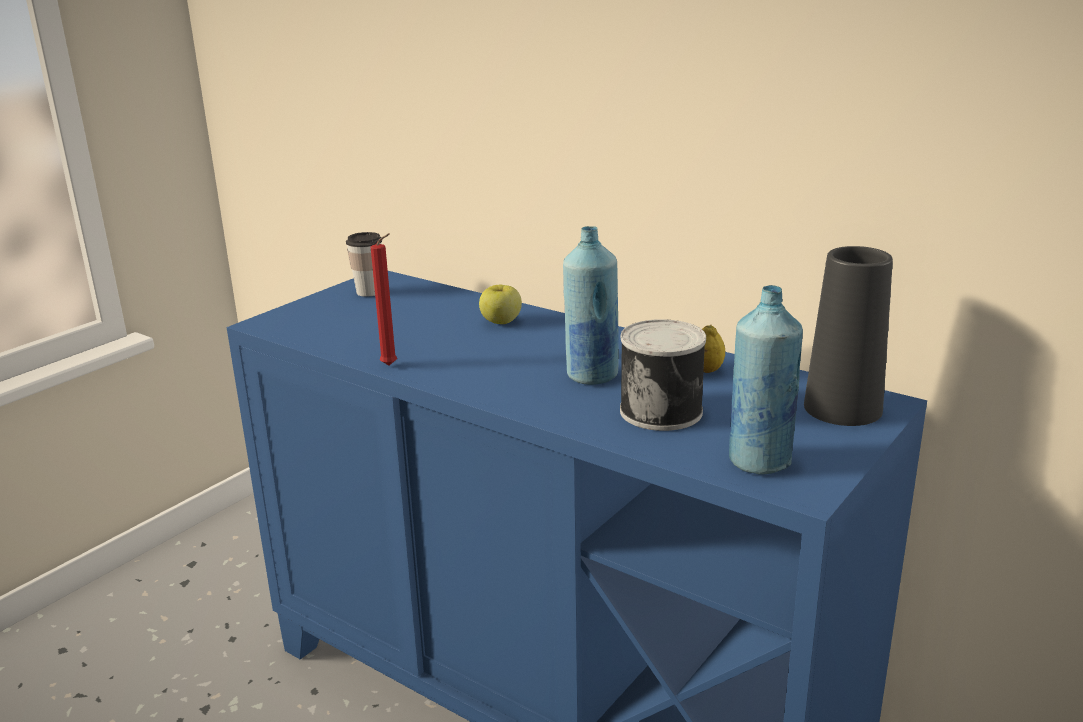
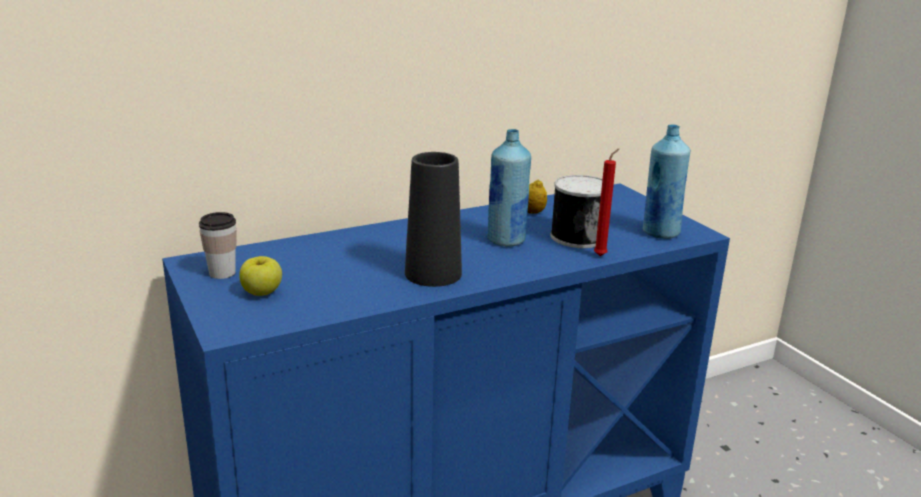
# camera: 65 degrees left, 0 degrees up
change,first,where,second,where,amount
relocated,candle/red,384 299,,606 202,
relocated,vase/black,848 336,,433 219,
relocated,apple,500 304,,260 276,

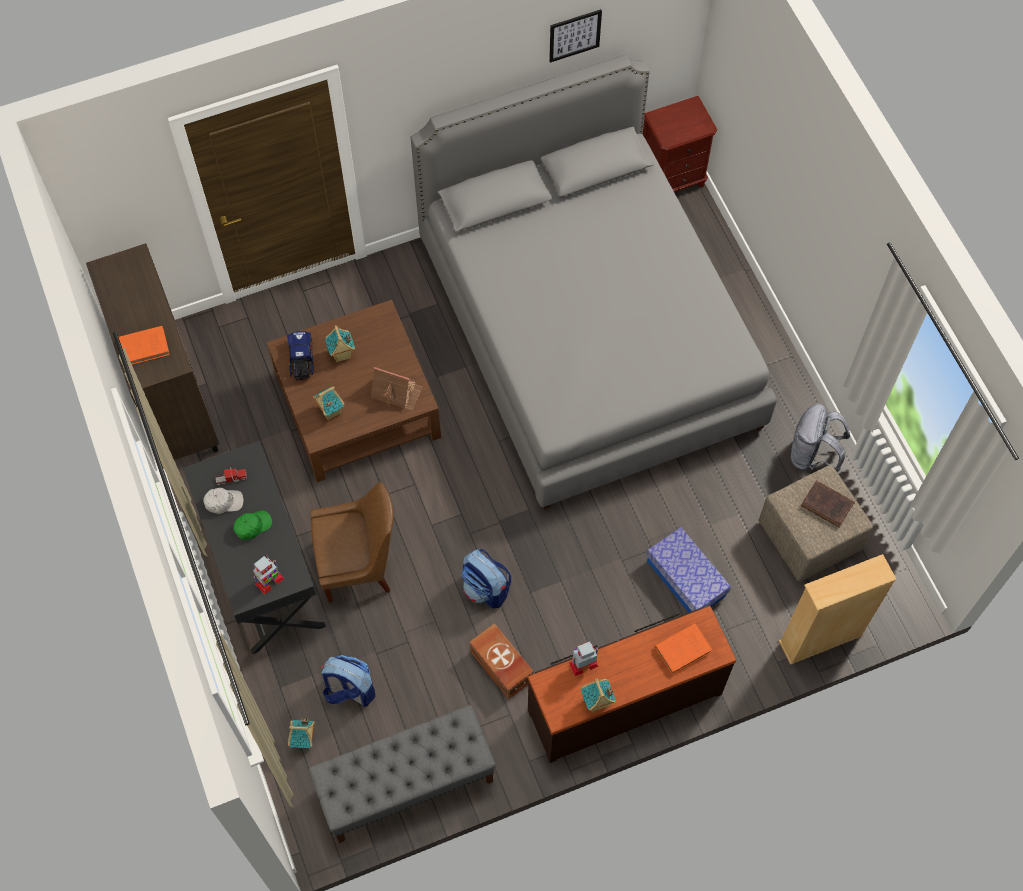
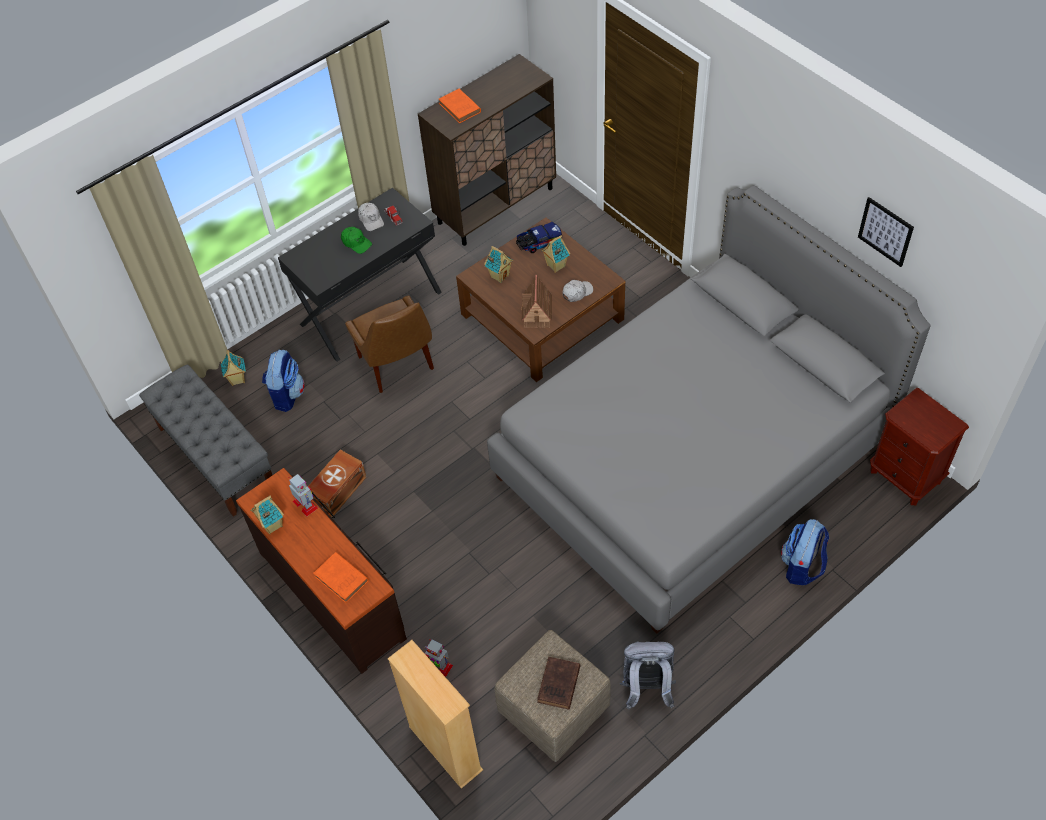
# camera: 75 degrees right, 10 degrees down
change,first,where,second,where,amount
missing,storage box,688 569,,,
relocated,backpack,486 578,,805 552,
relocated,toy robot,269 575,,439 658,
appeared,,,cap/white,577 291,

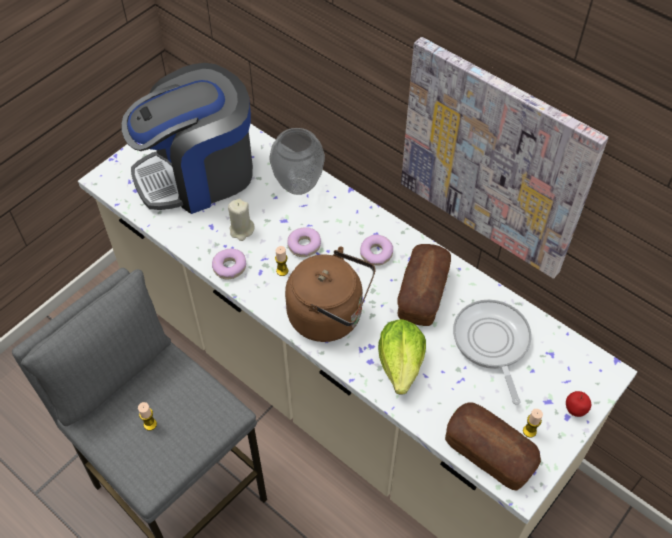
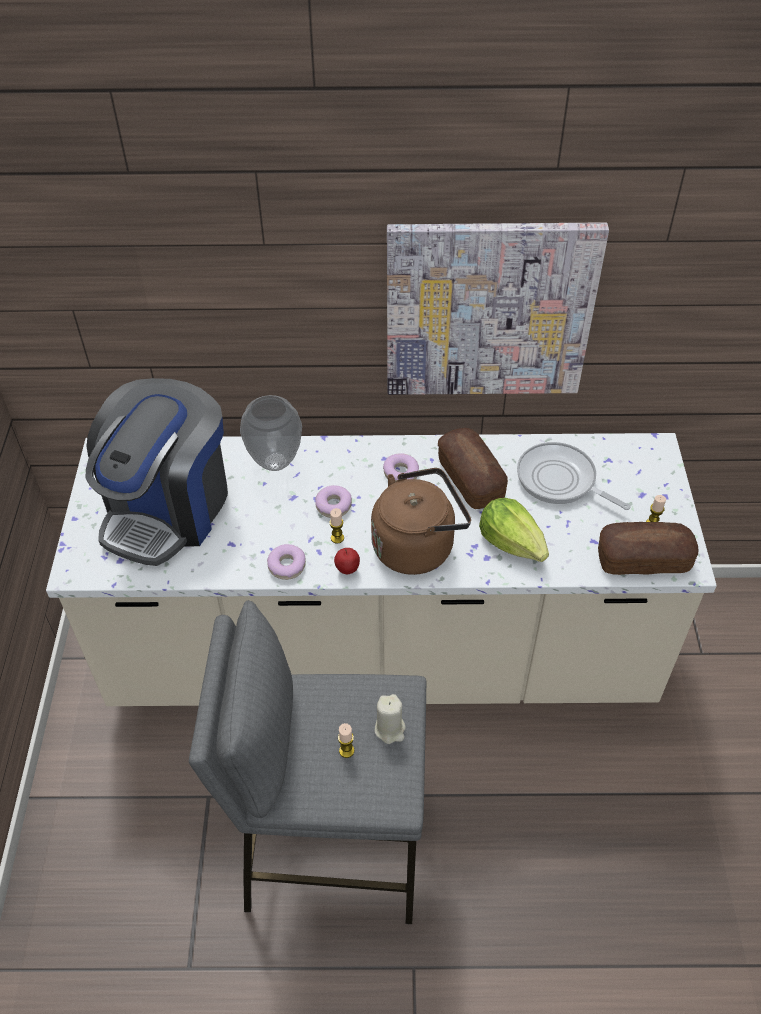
# camera: 40 degrees left, 5 degrees down
change,first,where,second,where,amount
relocated,candle/beige,241 220,,390 719,
relocated,apple,578 404,,347 561,

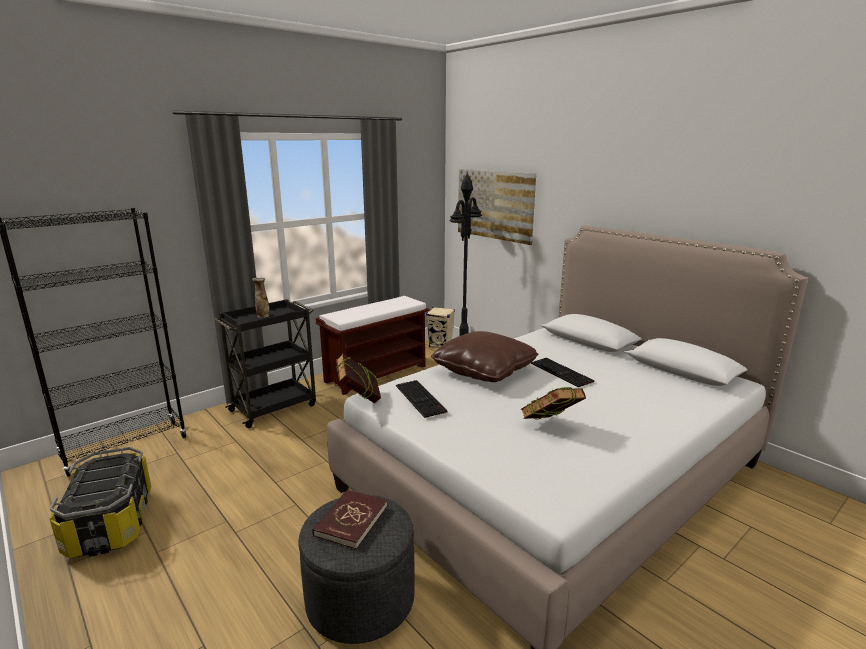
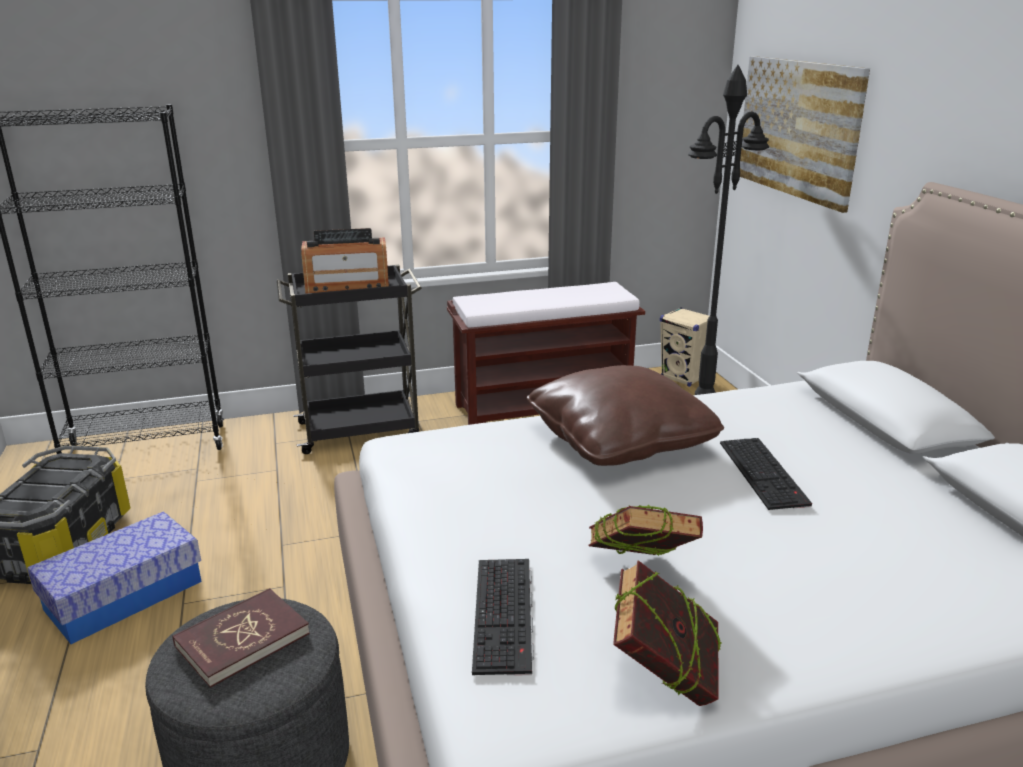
# camera: 25 degrees right, 5 degrees up
change,first,where,second,where,amount
exchanged,vase,261 297,radio,345 261,
relocated,book,358 378,,667 633,
relocated,keyboard,422 399,,503 617,
appeared,,,storage box,114 577,

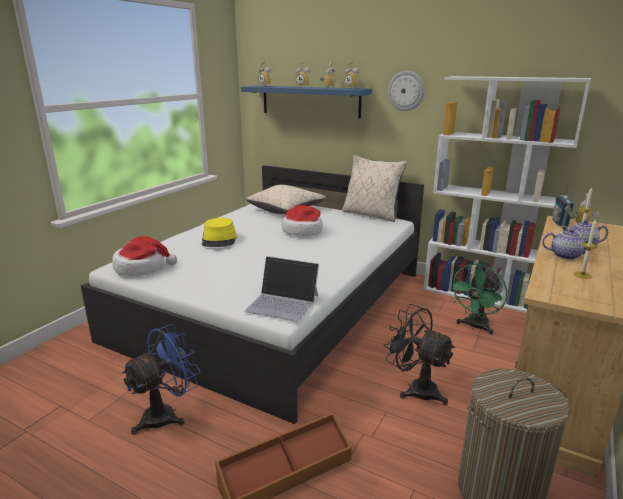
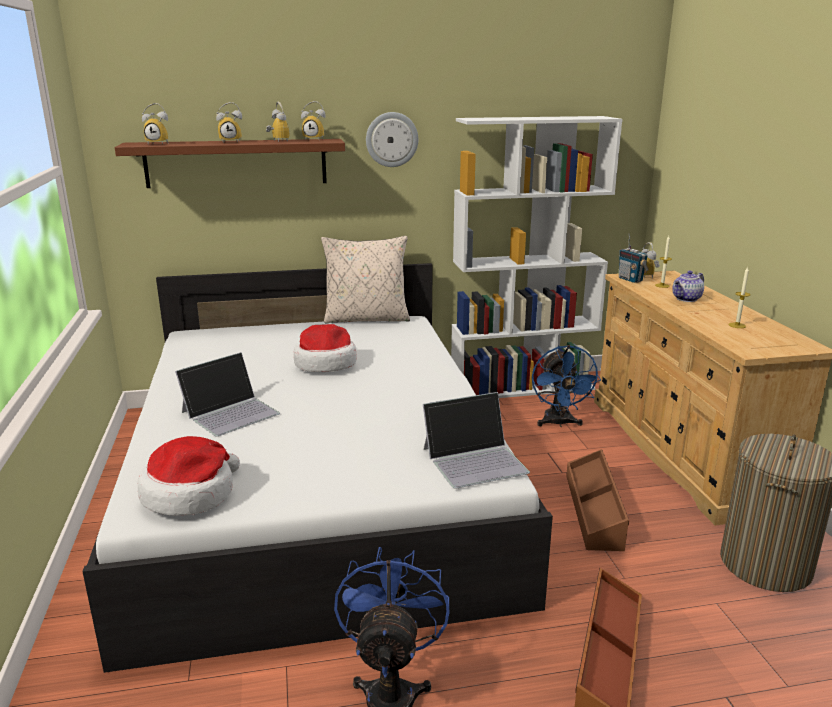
# camera: 40 degrees left, 0 degrees up
change,first,where,second,where,amount
colour,shelf/blue,306 102,shelf/brown,230 163,
missing,pillow/beige,286 199,,,
exchanged,hat/yellow,219 232,laptop,227 394,
missing,teapot,569 244,,,
colour,fan/green,478 299,fan/blue,566 386,
exchanged,fan/black,419 354,storage box/brown,597 500,

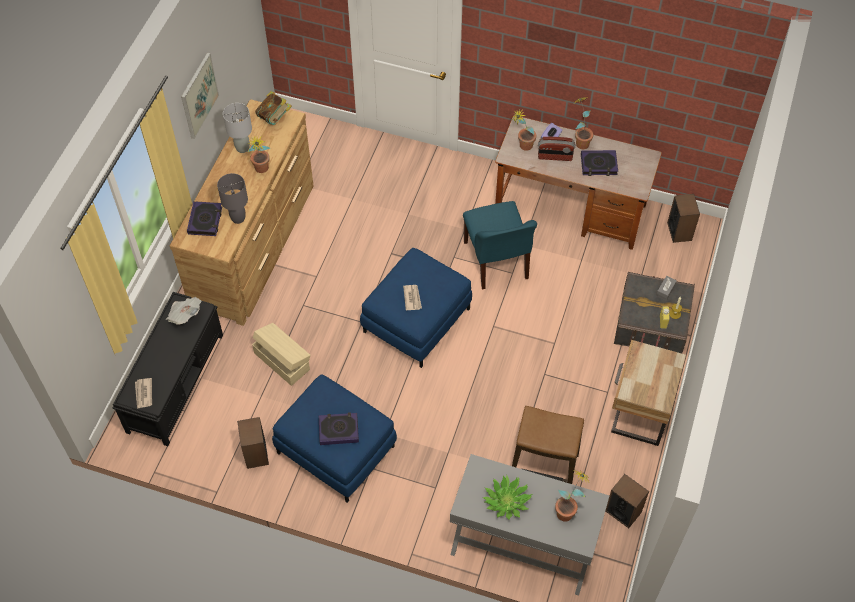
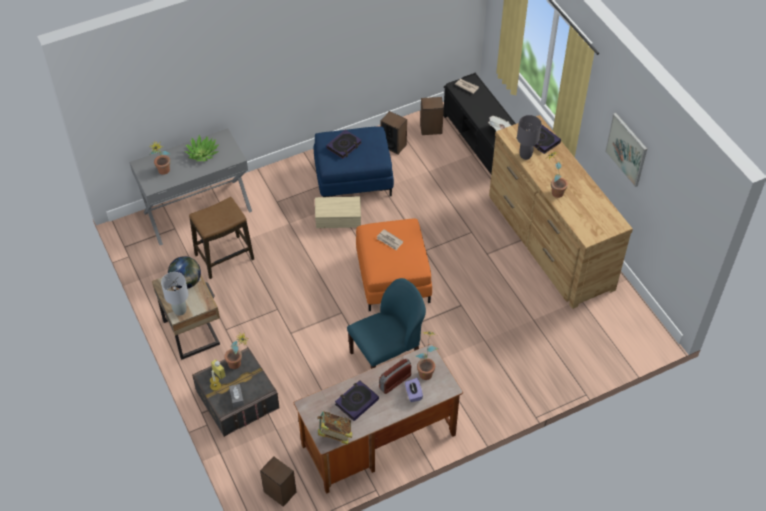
# camera: 135 degrees right, 5 degrees down
change,first,where,second,where,amount
relocated,book,273 108,,334 428,
relocated,potted plant,584 123,,236 350,
relocated,table lamp/grey,237 128,,175 294,
spun,chair/blue,500 245,,386 323,120 degrees clockwise
colour,ottoman/blue,416 308,ottoman/orange,394 264,
relocated,storage box/beige,281 354,,338 212,
relocated,speaker,627 501,,432 116,
appeared,,,globe,184 272,

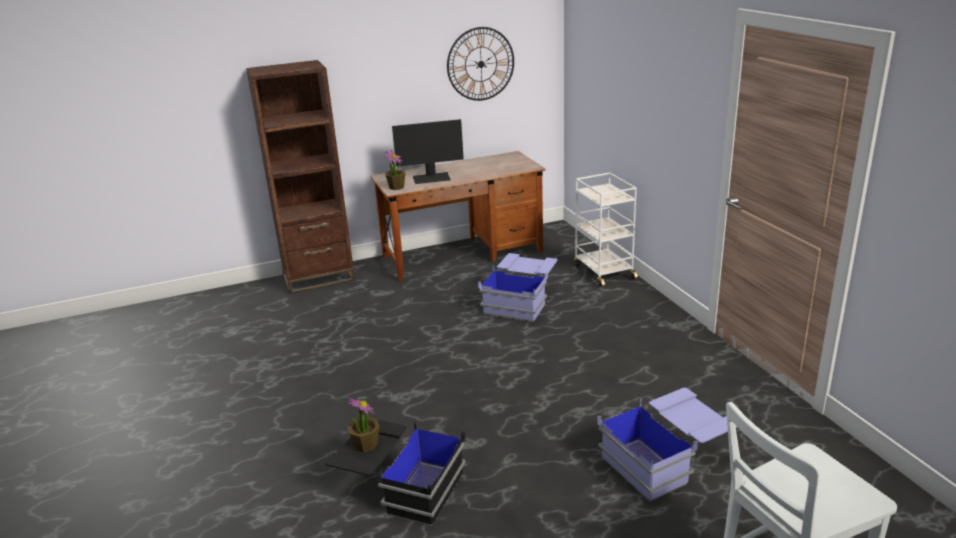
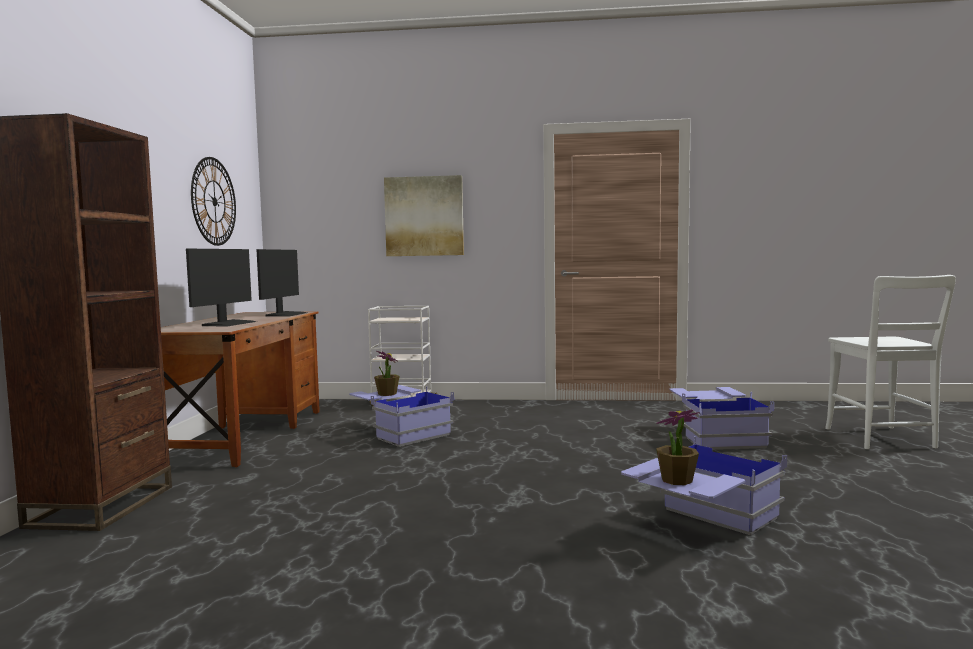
# camera: 65 degrees left, 20 degrees down
change,first,where,second,where,amount
relocated,potted plant,394 170,,387 373,
colour,storage box/black,395 473,storage box/blue,704 485,
appeared,,,picture,424 215,
appeared,,,monitor,281 283,

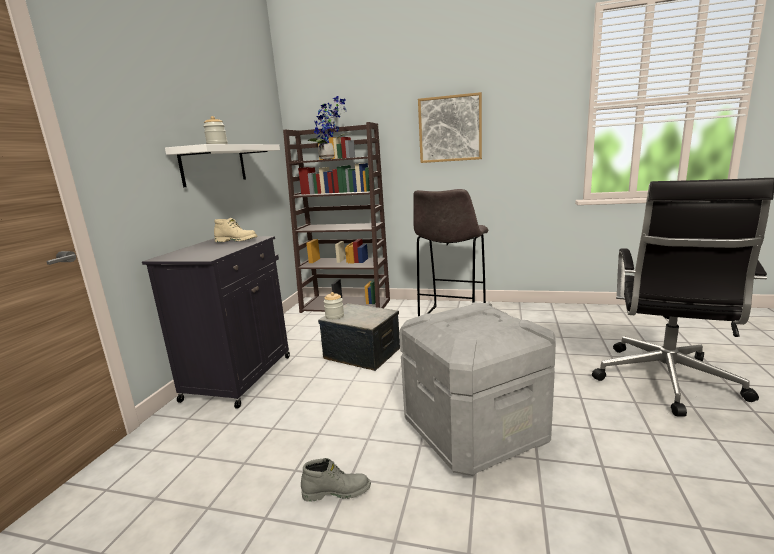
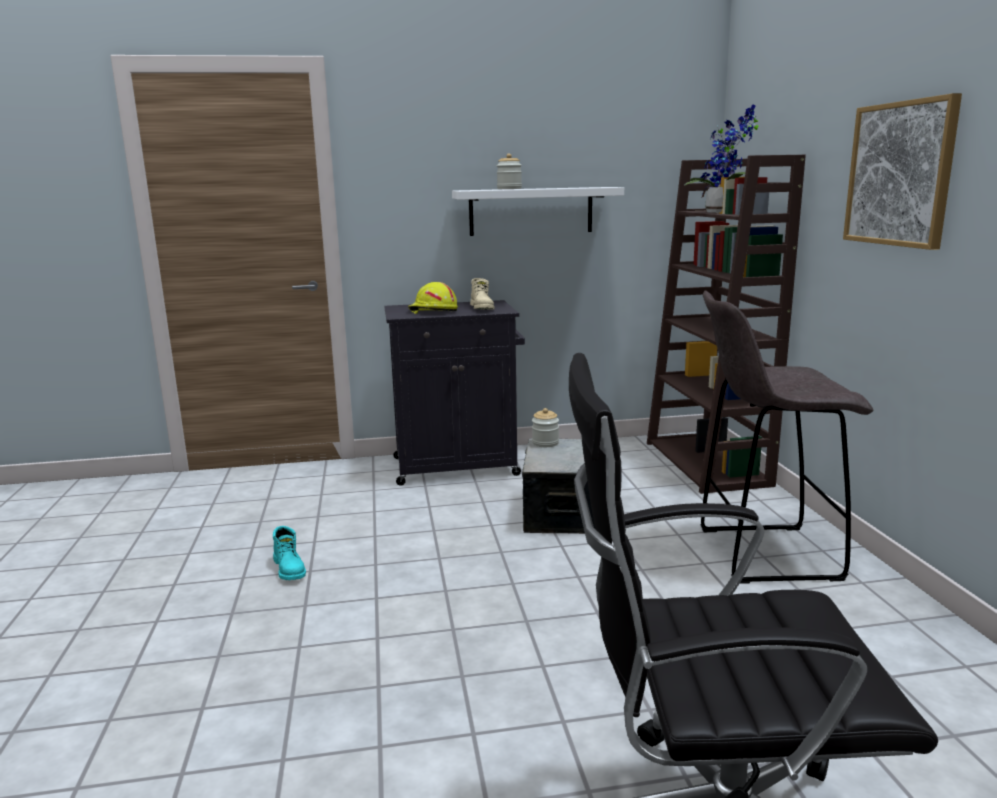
# camera: 65 degrees right, 0 degrees up
change,first,where,second,where,amount
missing,storage box/grey,477 389,,,
colour,boot/grey,336 480,boot/turquoise,289 553,
appeared,,,hard hat/yellow,433 298,

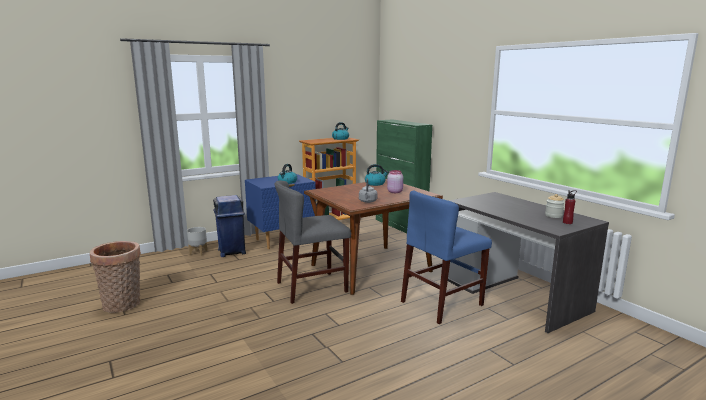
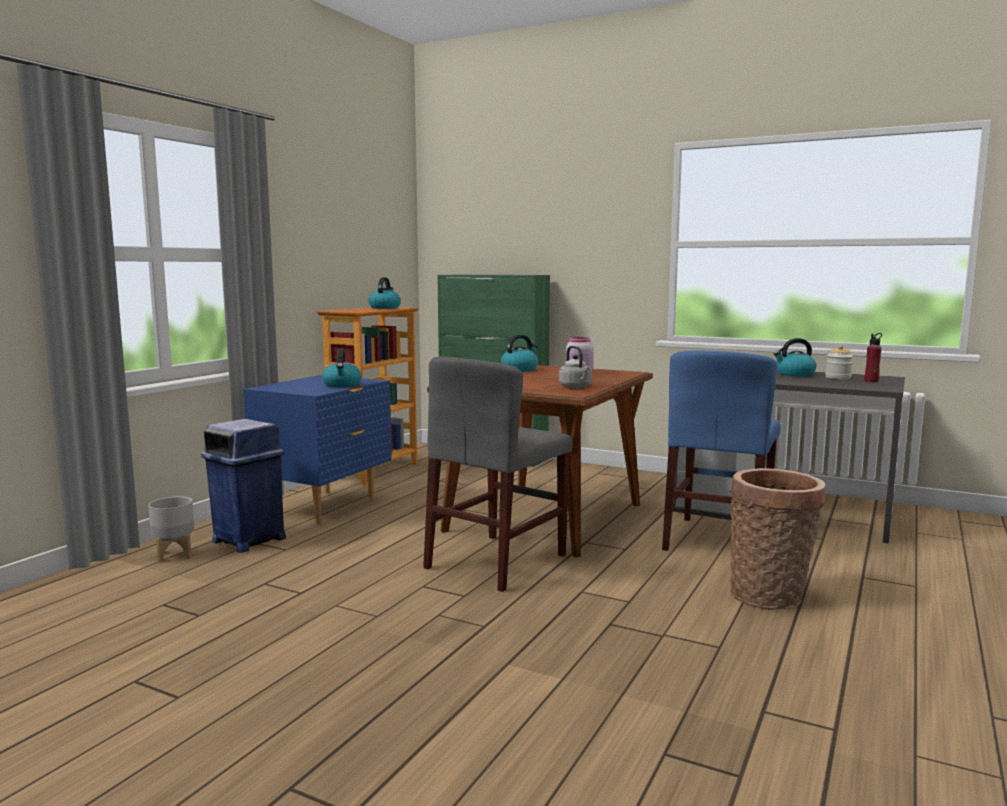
# camera: 30 degrees left, 5 degrees down
change,first,where,second,where,amount
relocated,basket,115 277,,777 539,
appeared,,,kettle,795 357,

